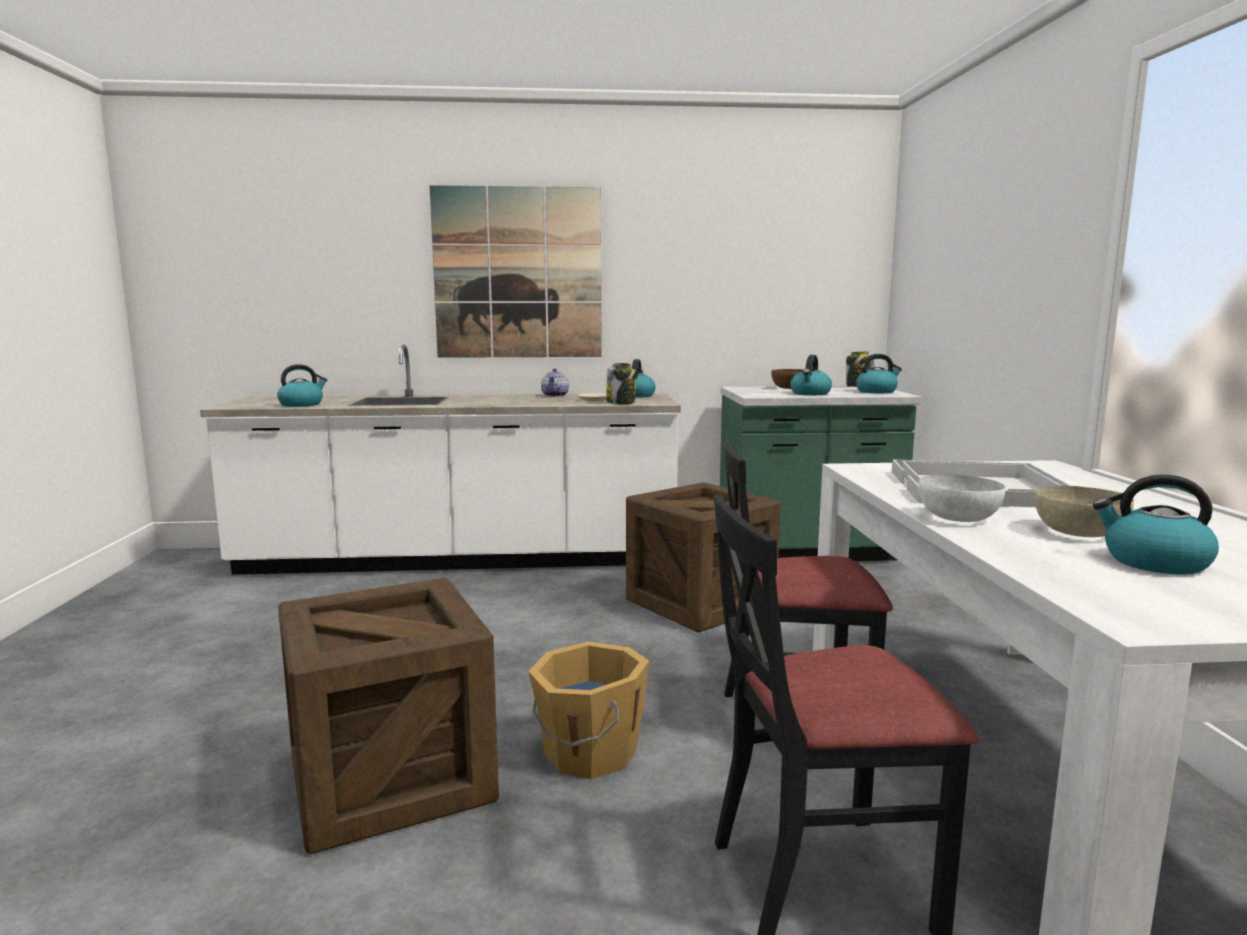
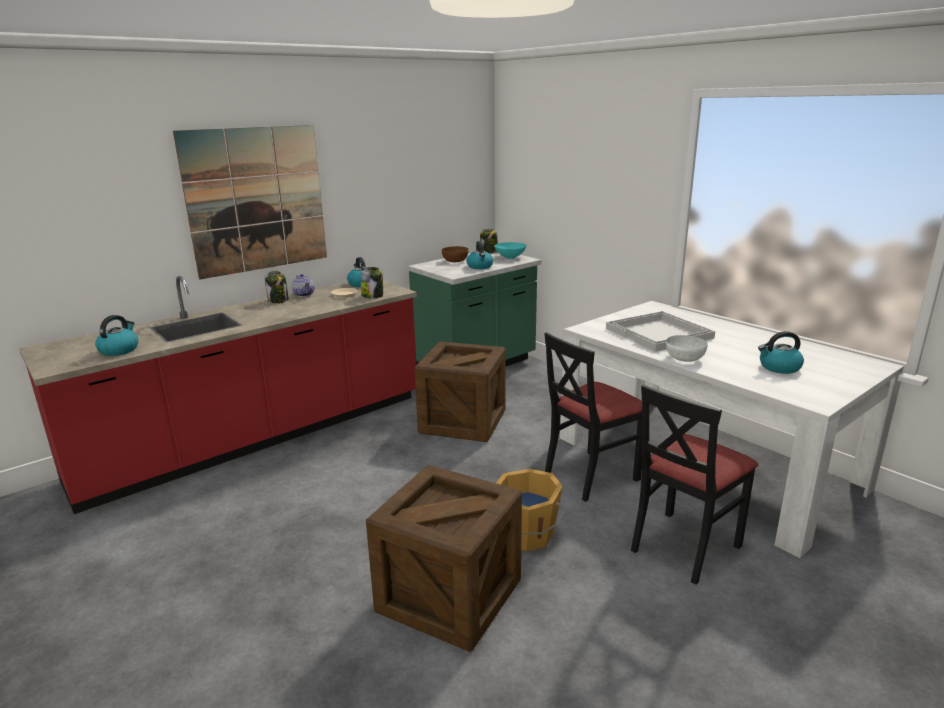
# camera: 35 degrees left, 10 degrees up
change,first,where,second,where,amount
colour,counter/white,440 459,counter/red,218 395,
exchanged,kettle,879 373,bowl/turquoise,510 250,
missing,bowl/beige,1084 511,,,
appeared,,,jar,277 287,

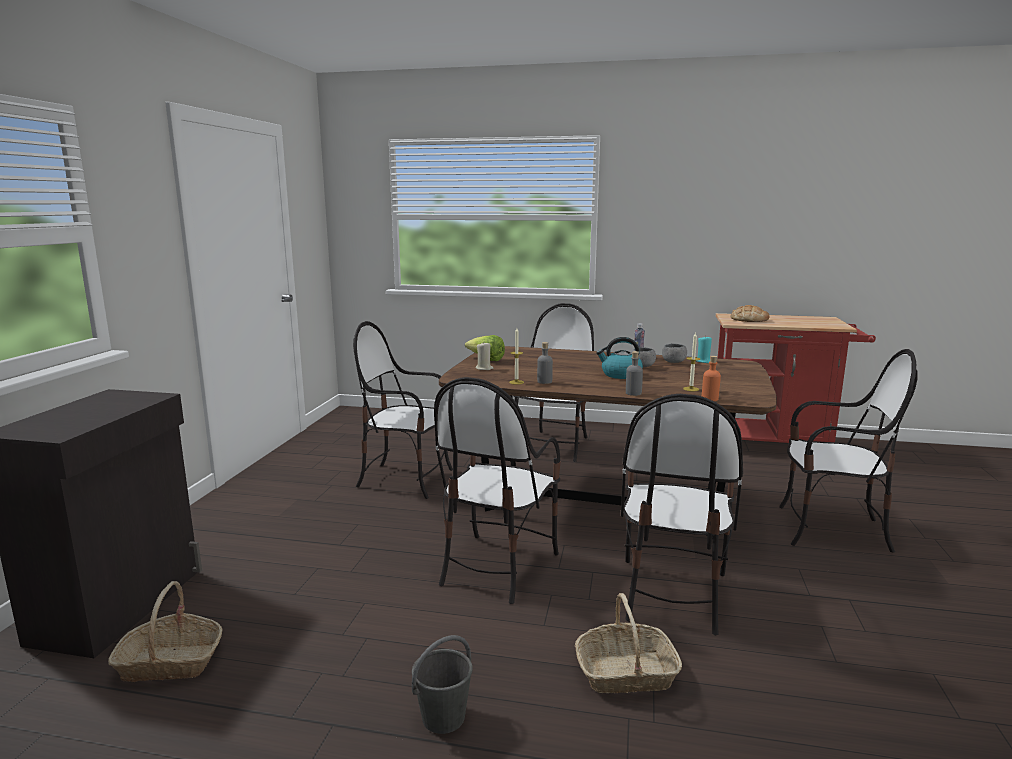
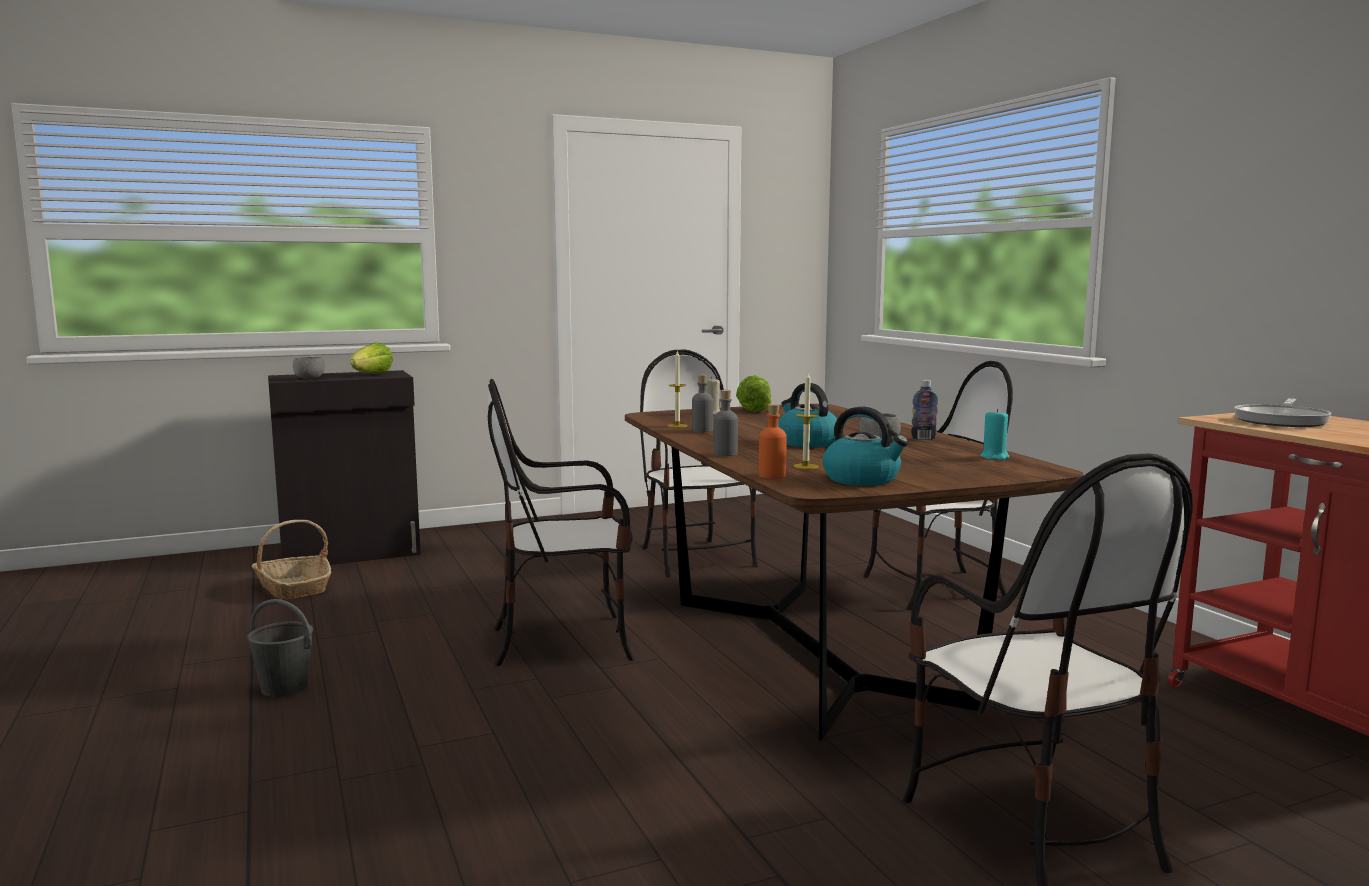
# camera: 55 degrees right, 5 degrees down
change,first,where,second,where,amount
exchanged,bread,749 313,frying pan,1282 412,
relocated,bowl/grey,674 353,,309 368,
missing,chair,682 514,,,
missing,basket,628 643,,,
appeared,,,lettuce,371 358,
appeared,,,kettle,866 446,

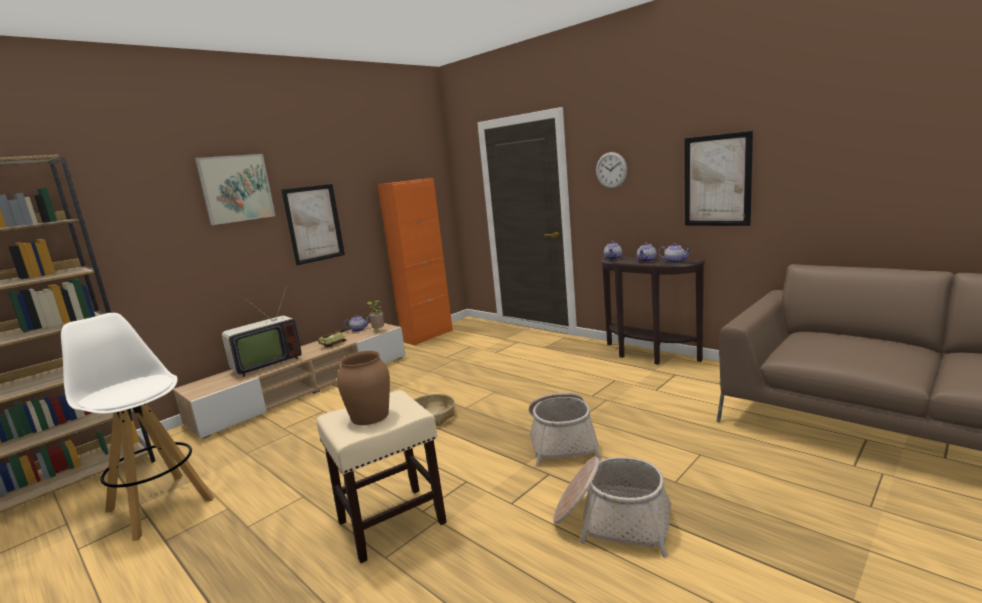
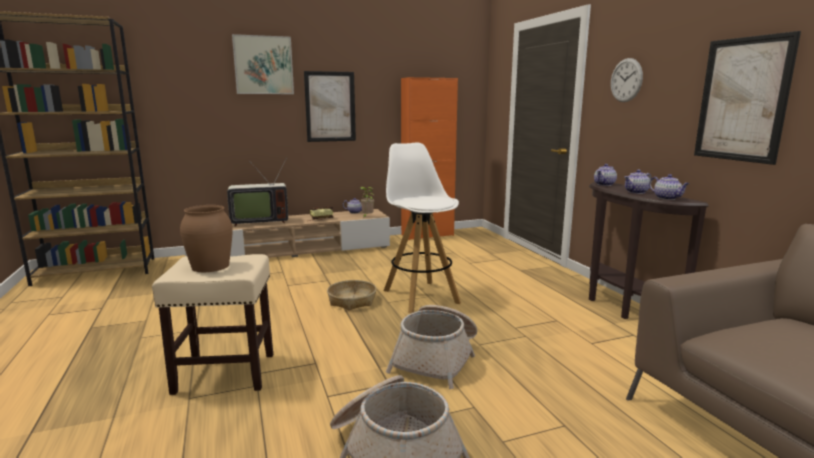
# camera: 25 degrees right, 0 degrees up
change,first,where,second,where,amount
relocated,stool/white,137 427,,422 227,

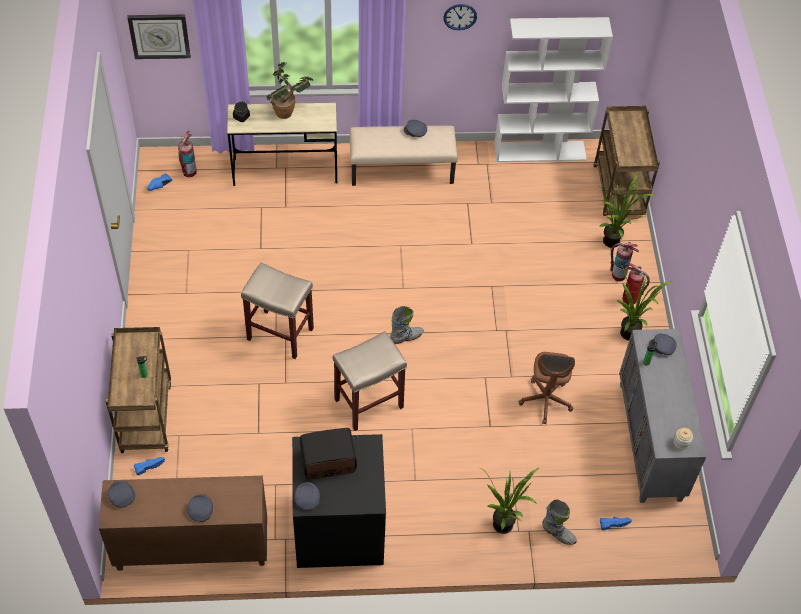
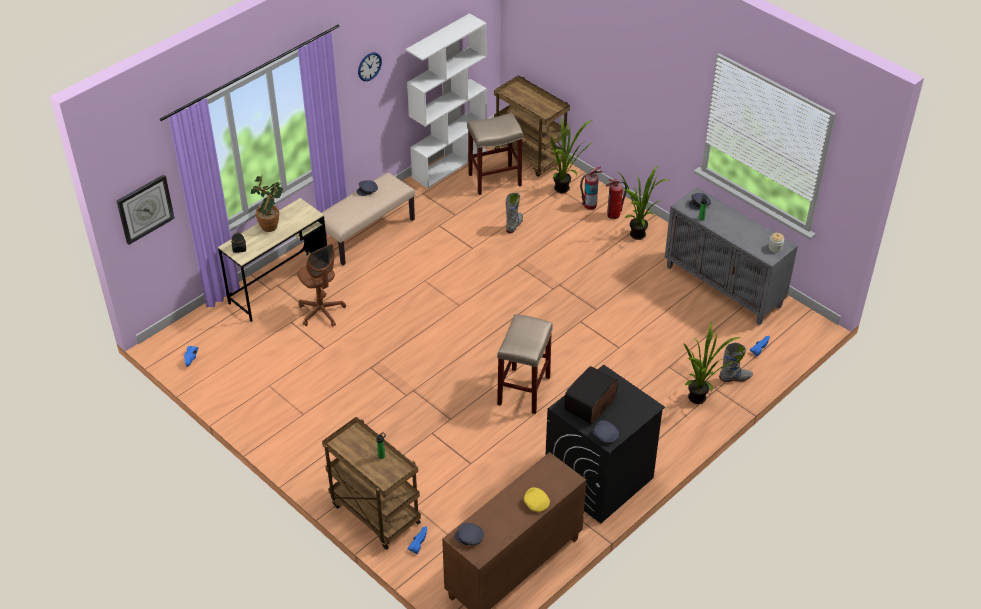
# camera: 40 degrees left, 10 degrees down
change,first,where,second,where,amount
missing,fire extinguisher,187 154,,,
relocated,stool/beige,277 311,,495 154,
relocated,boot/grey,407 325,,514 213,
relocated,office chair/brown,546 388,,321 285,
colour,cap/grey,200 508,cap/yellow,537 499,

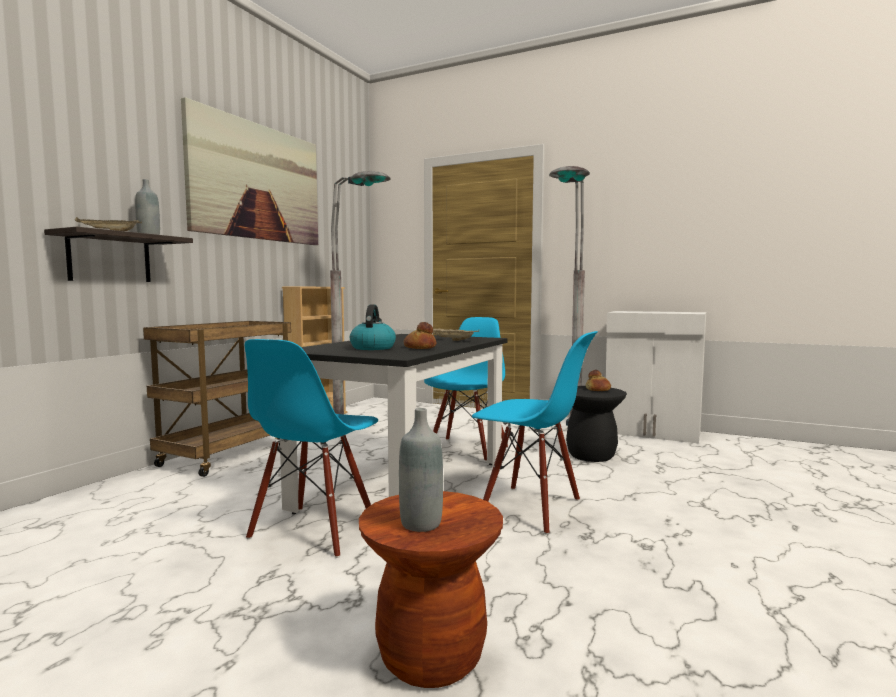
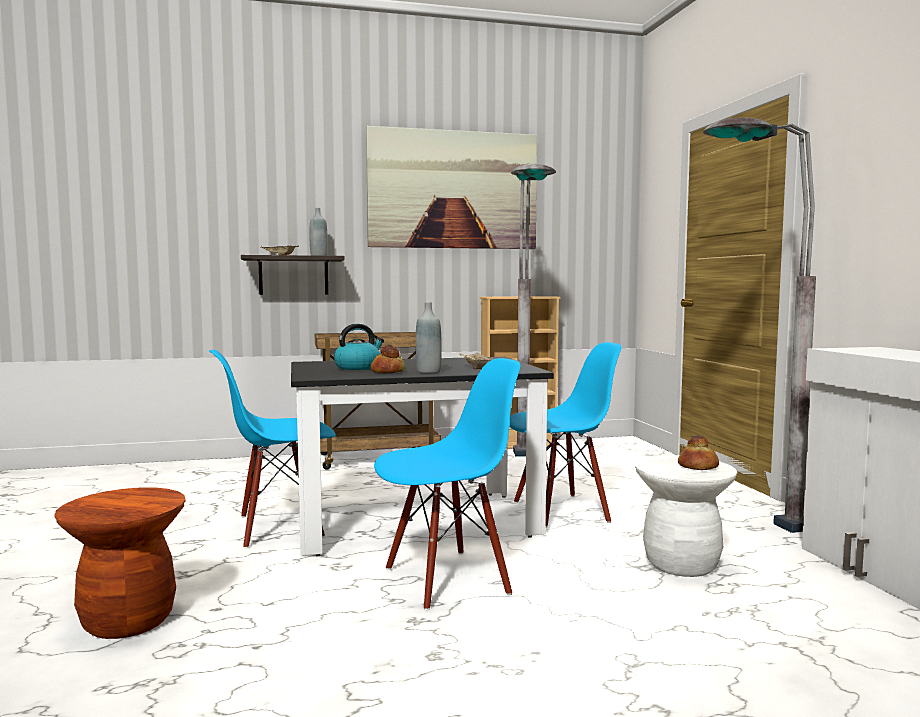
# camera: 50 degrees right, 0 degrees up
change,first,where,second,where,amount
spun,chair/blue,535 433,,447 484,105 degrees counterclockwise
colour,stool/black,596 424,stool/white,686 516,
relocated,bottle/grey,421 470,,429 337,

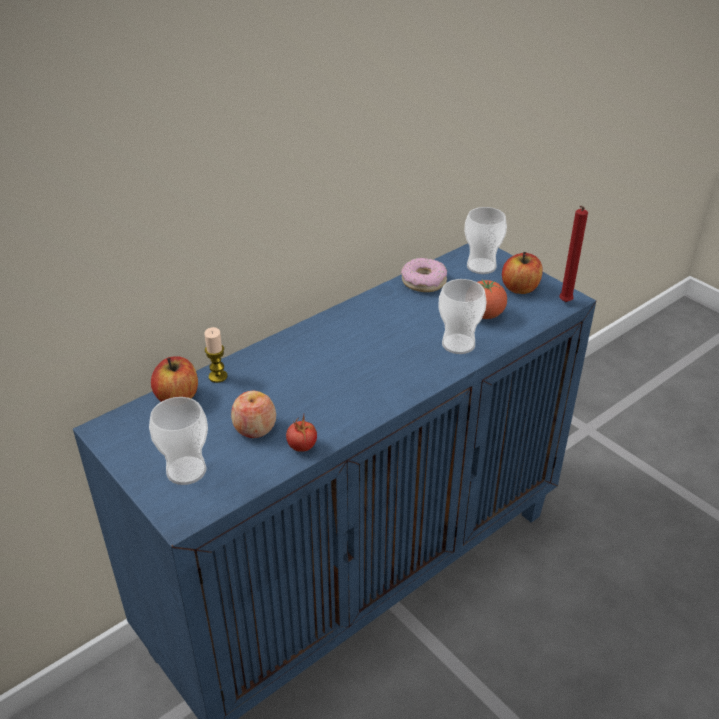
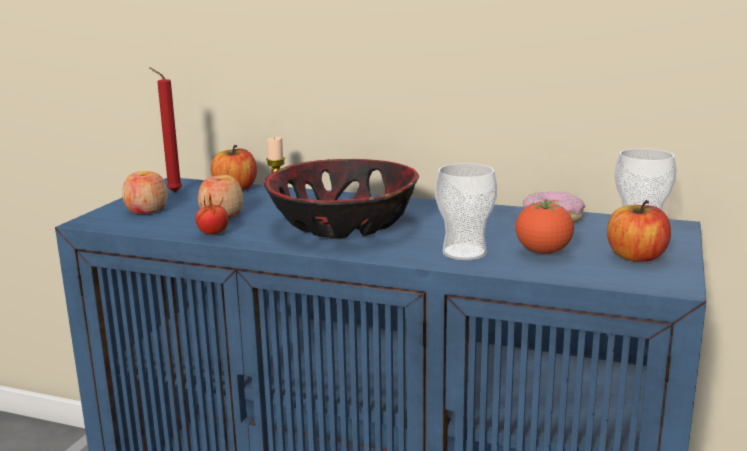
# camera: 60 degrees right, 20 degrees down
change,first,where,second,where,amount
relocated,candle/red,573 253,,165 129,
exchanged,cup,178 441,apple,145 192,
appeared,,,bowl,341 199,

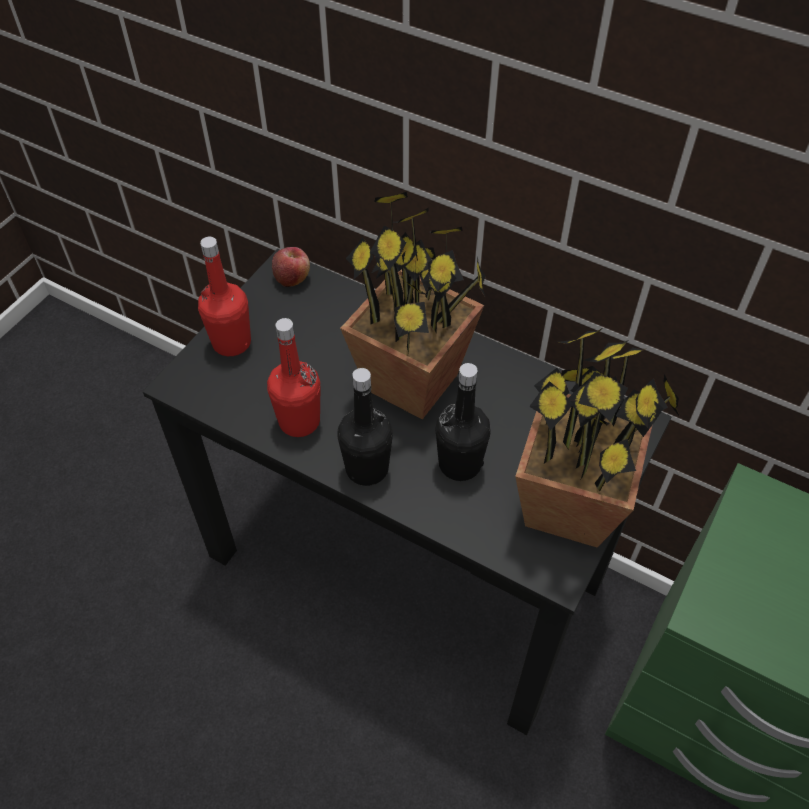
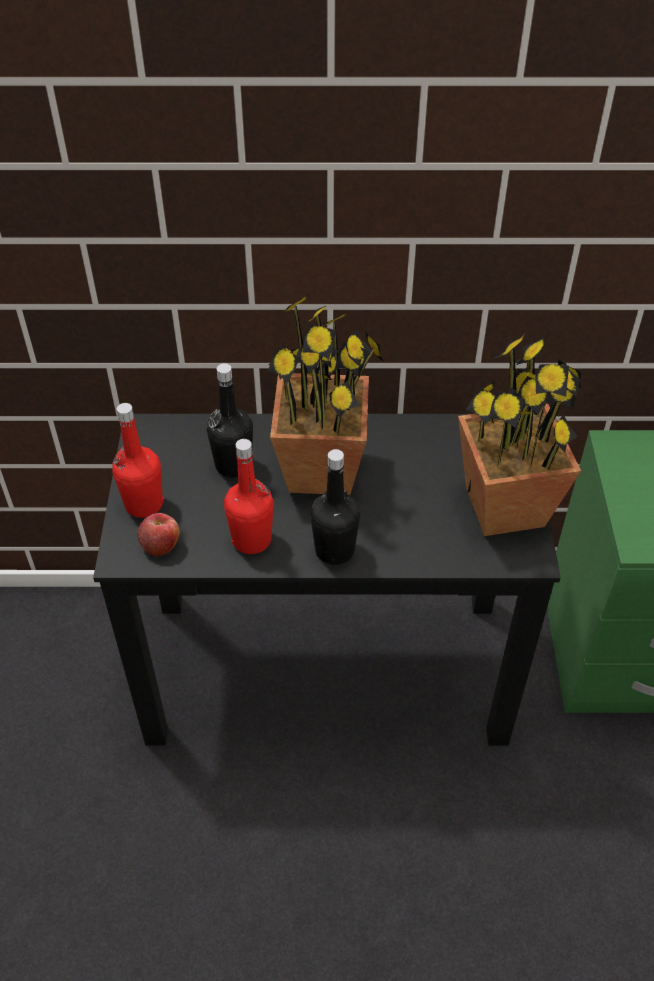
# camera: 30 degrees left, 5 degrees down
change,first,where,second,where,amount
relocated,apple,291 267,,158 535,
relocated,bottle/black,463 422,,230 420,

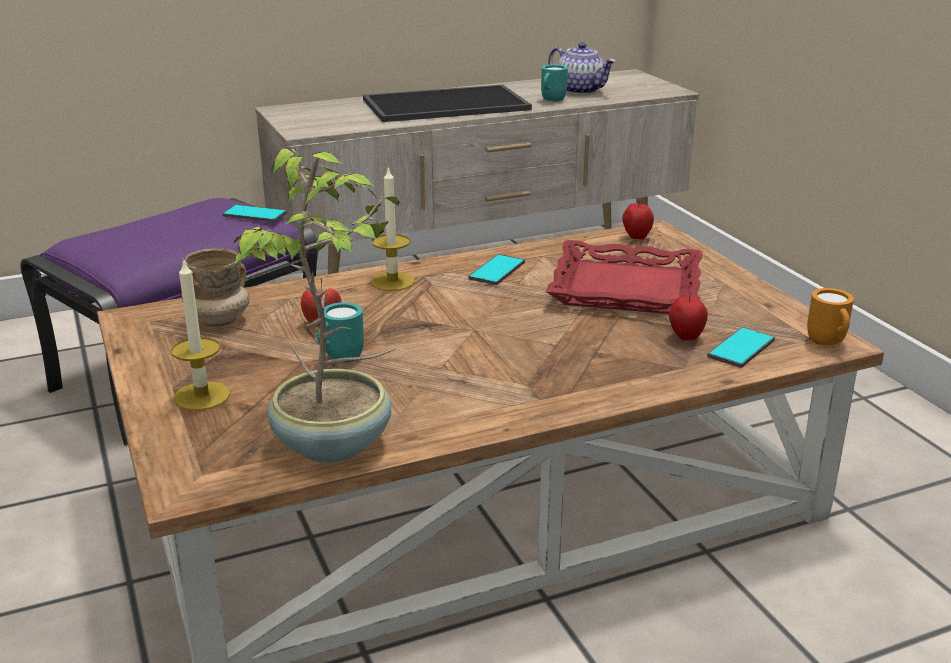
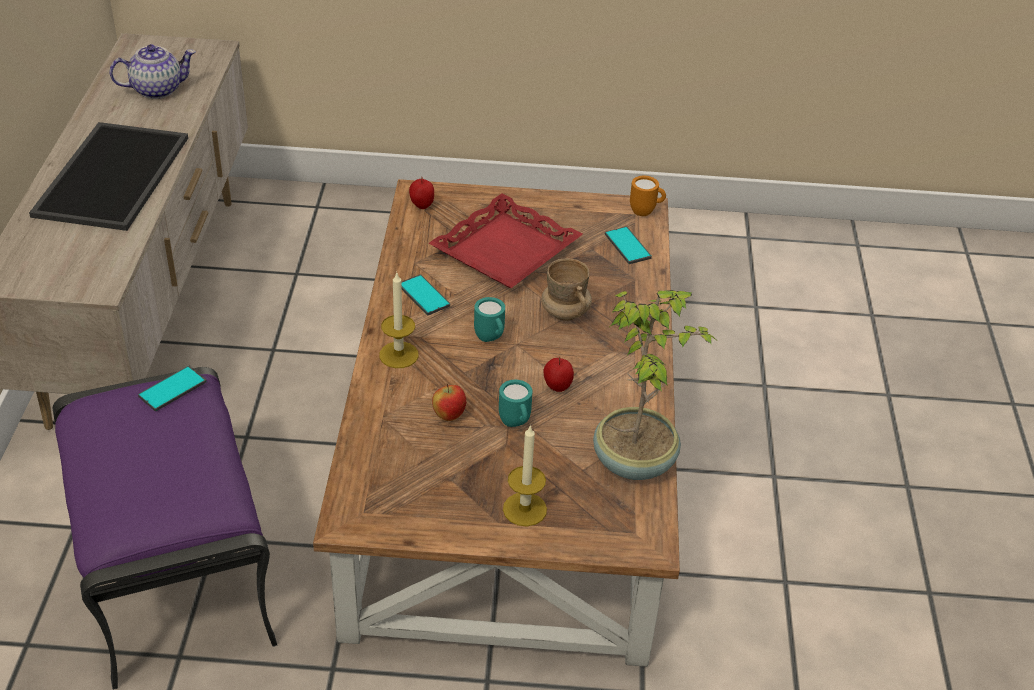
# camera: 65 degrees left, 15 degrees up
change,first,where,second,where,amount
relocated,mug/turquoise,554 83,,489 319,
relocated,mug/beige,215 287,,566 289,
relocated,apple,688 316,,558 374,

